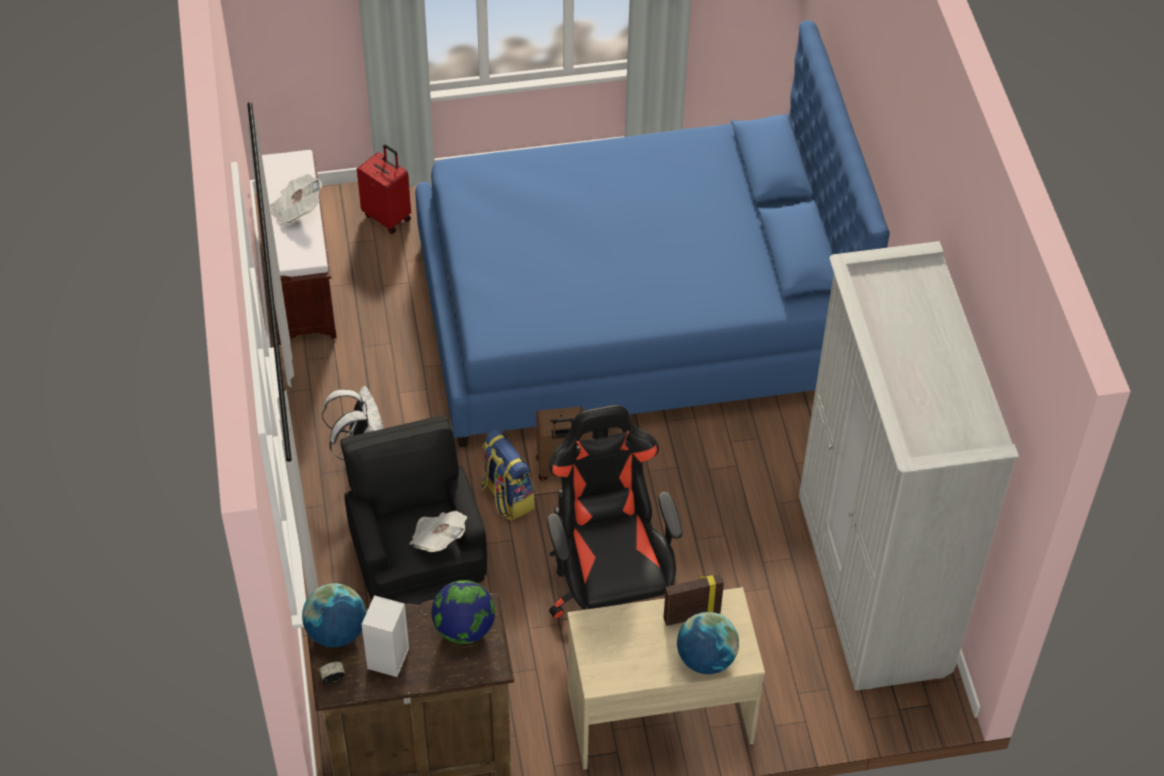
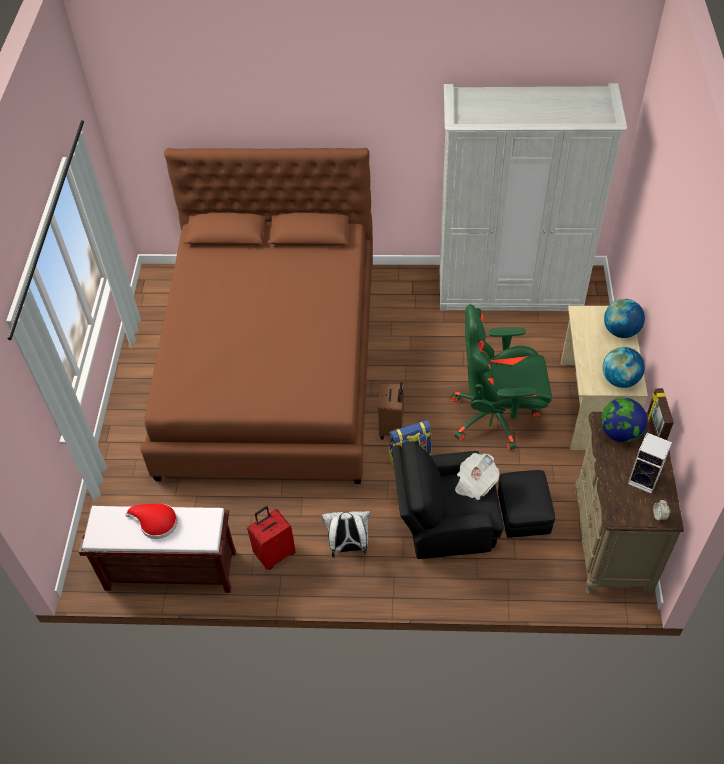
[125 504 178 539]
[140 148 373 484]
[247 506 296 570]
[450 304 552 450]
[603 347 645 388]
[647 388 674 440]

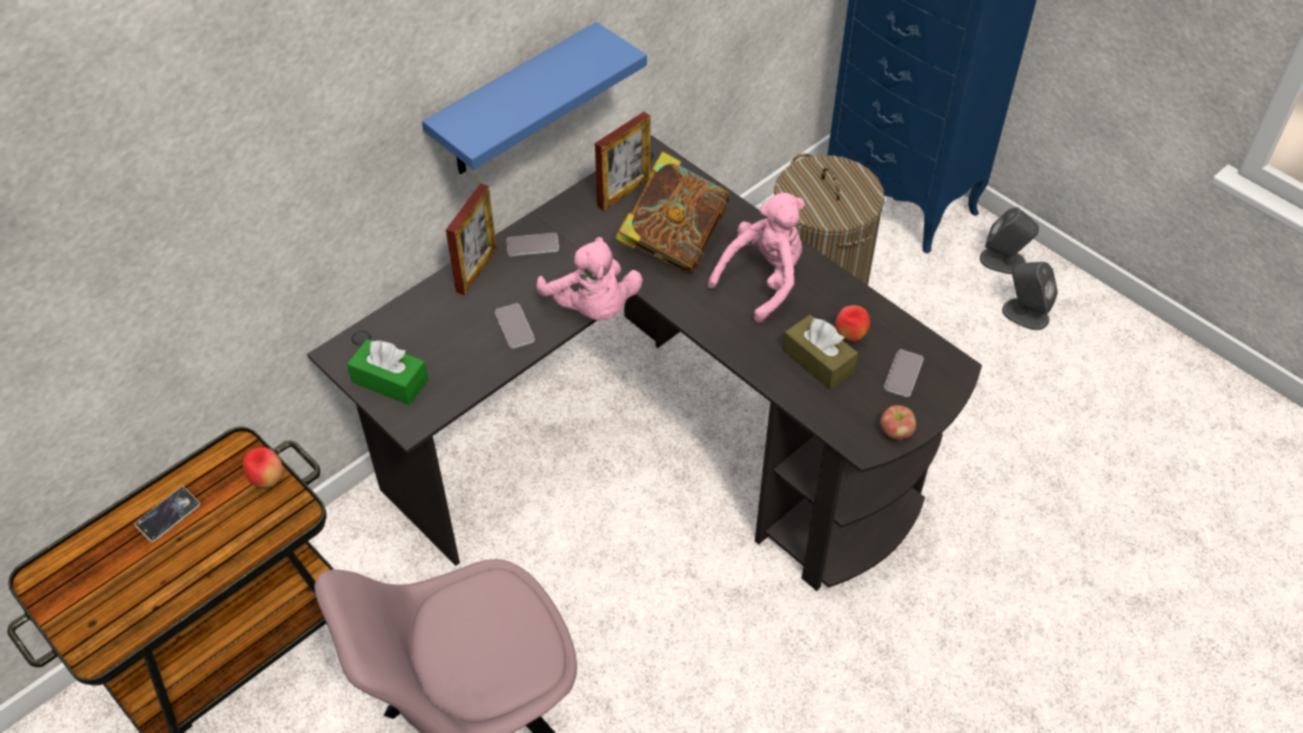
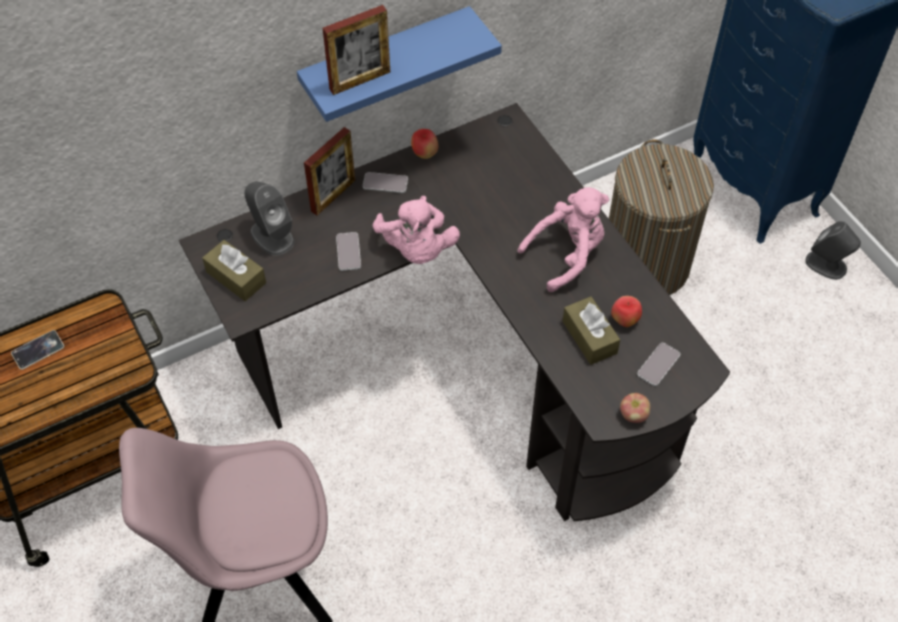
[202 240 266 301]
[244 181 294 256]
[323 5 390 95]
[411 129 439 159]
[615 152 730 273] (first image)

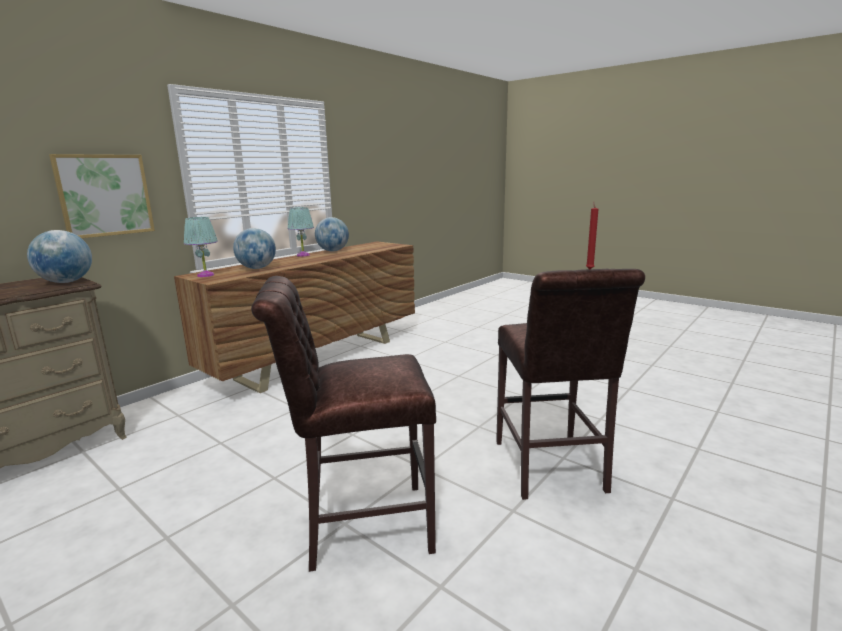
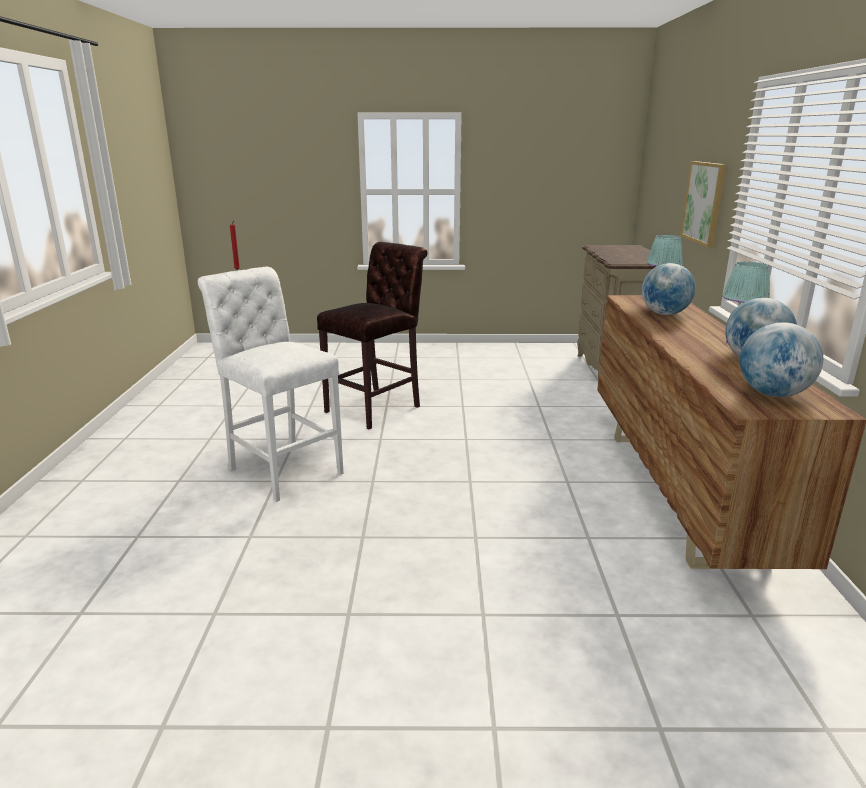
[198 267 343 502]
[740 322 823 397]

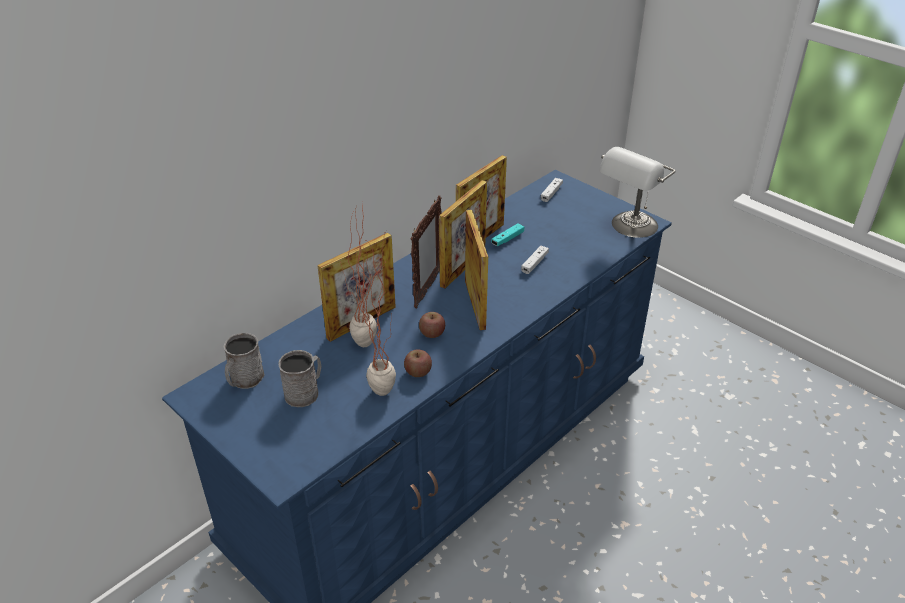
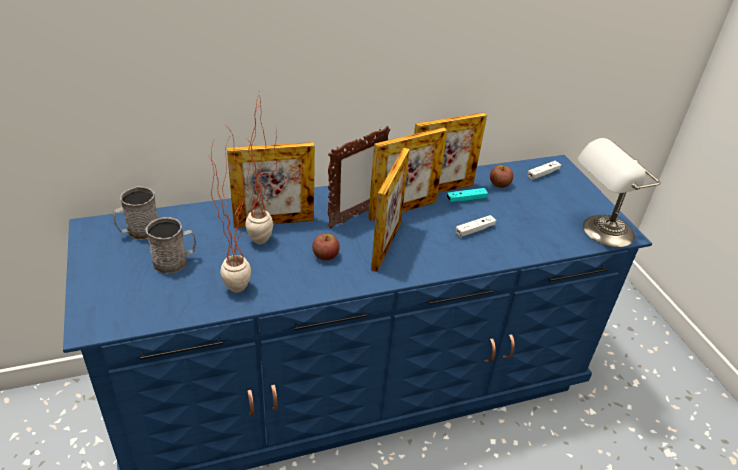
[490 165 513 188]

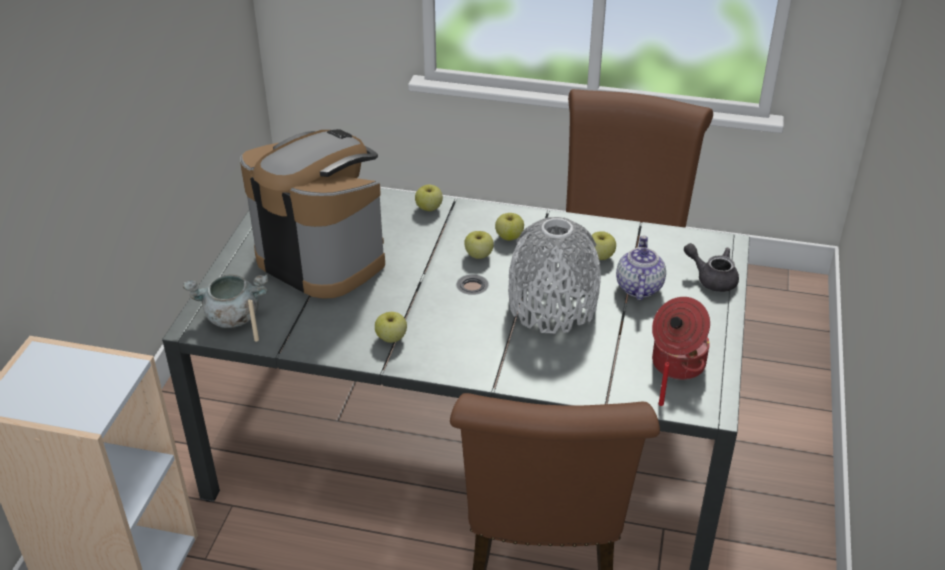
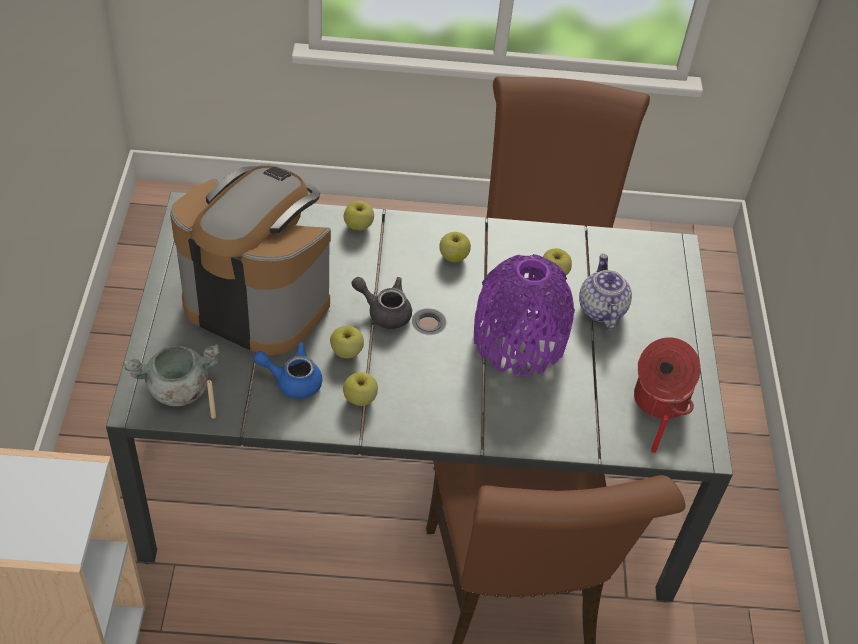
[253 342 322 399]
[330 326 364 358]
[351 277 412 329]
[474 254 575 376]

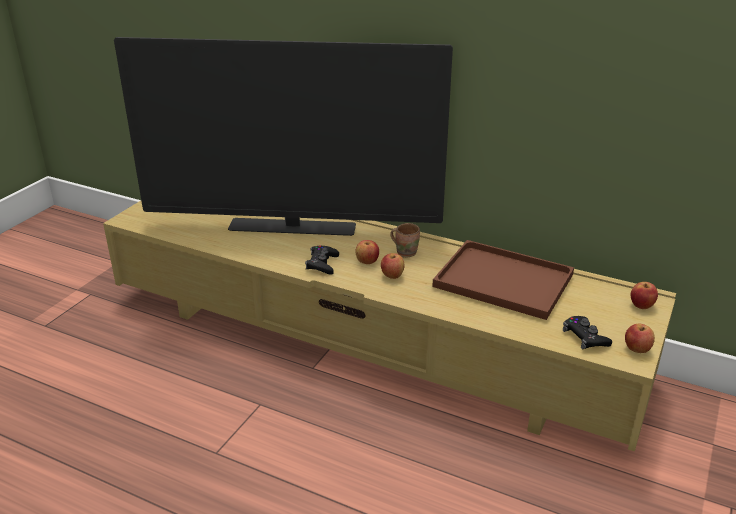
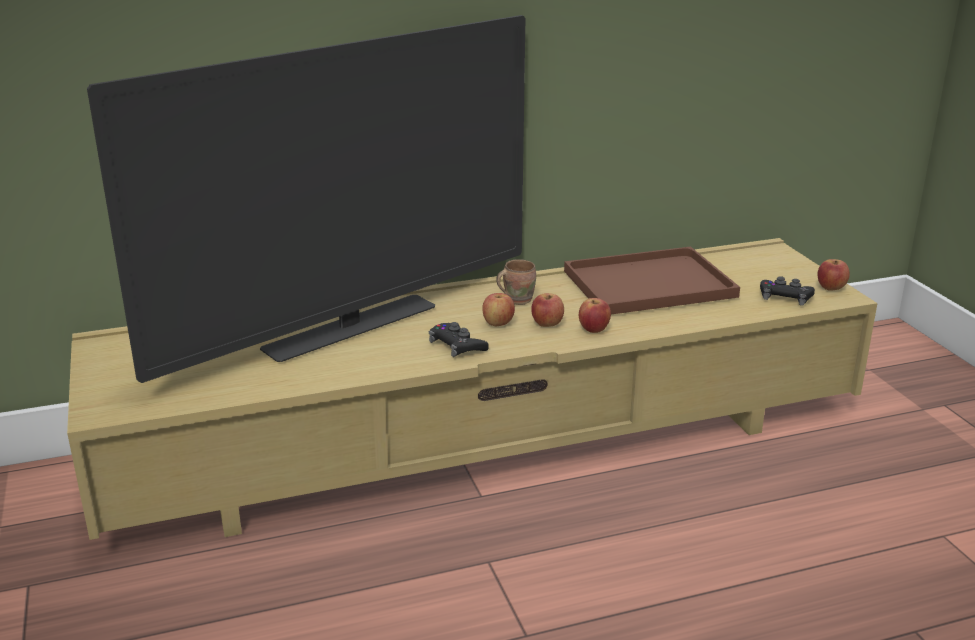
[579 298 611 333]

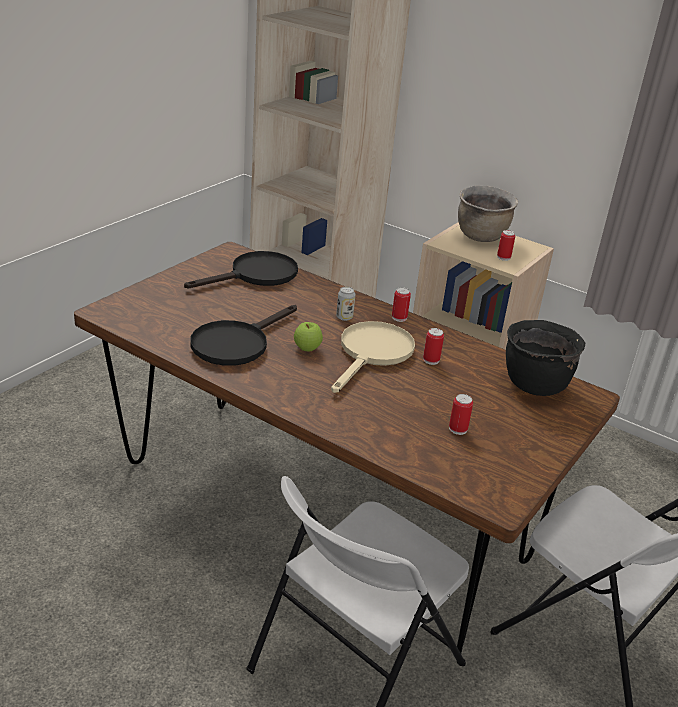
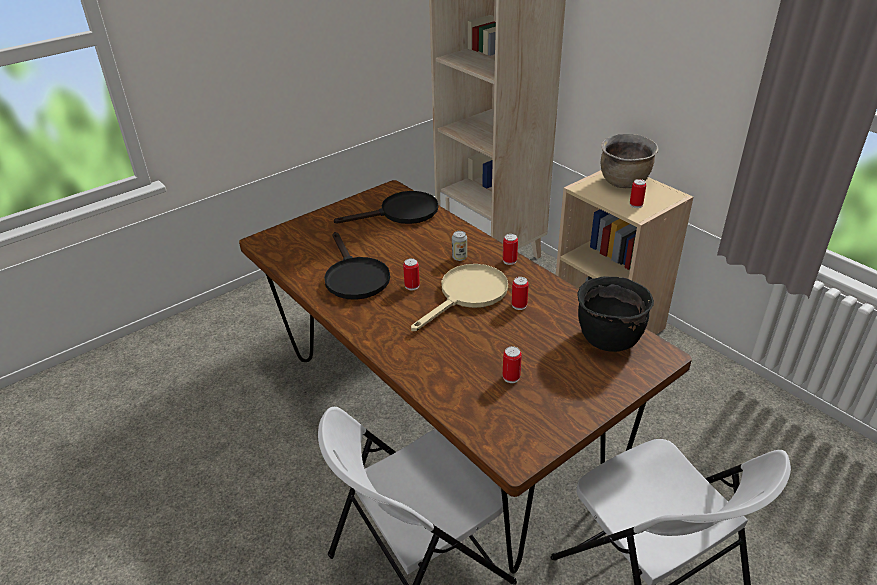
[324 232 390 300]
[403 258 420 290]

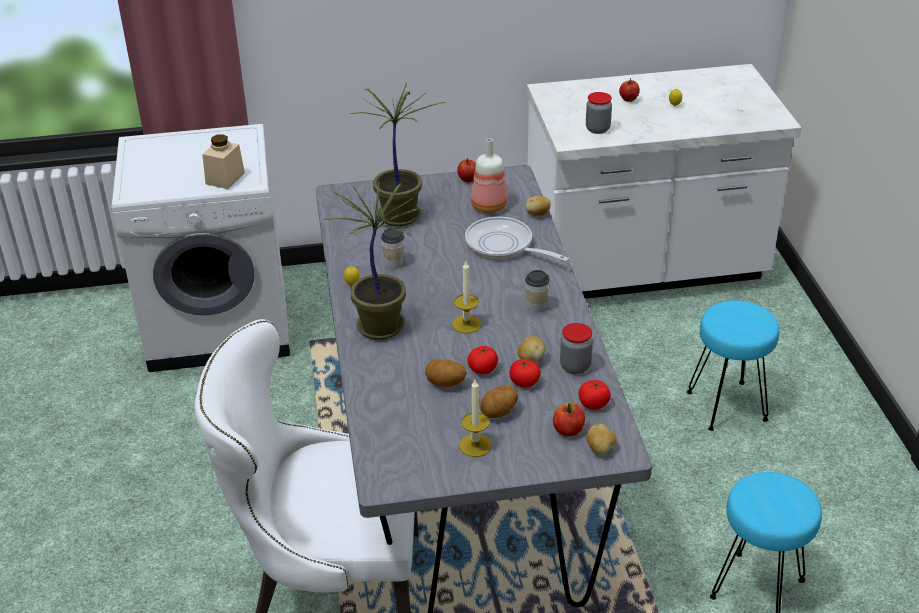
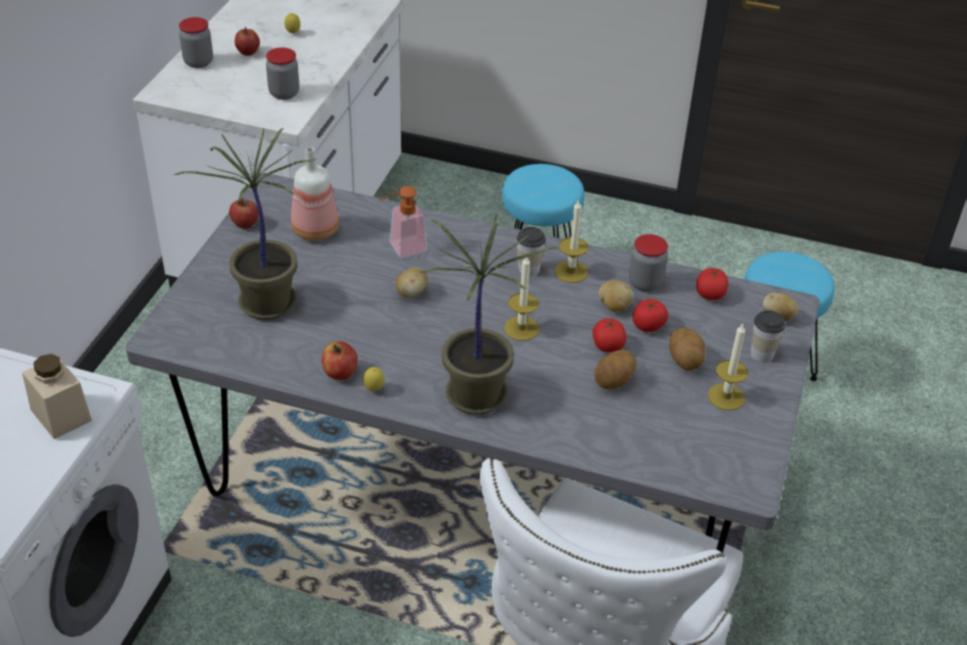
[179 17 213 68]
[322 341 357 380]
[379 186 427 258]
[395 267 427 298]
[555 199 588 283]
[751 310 785 362]

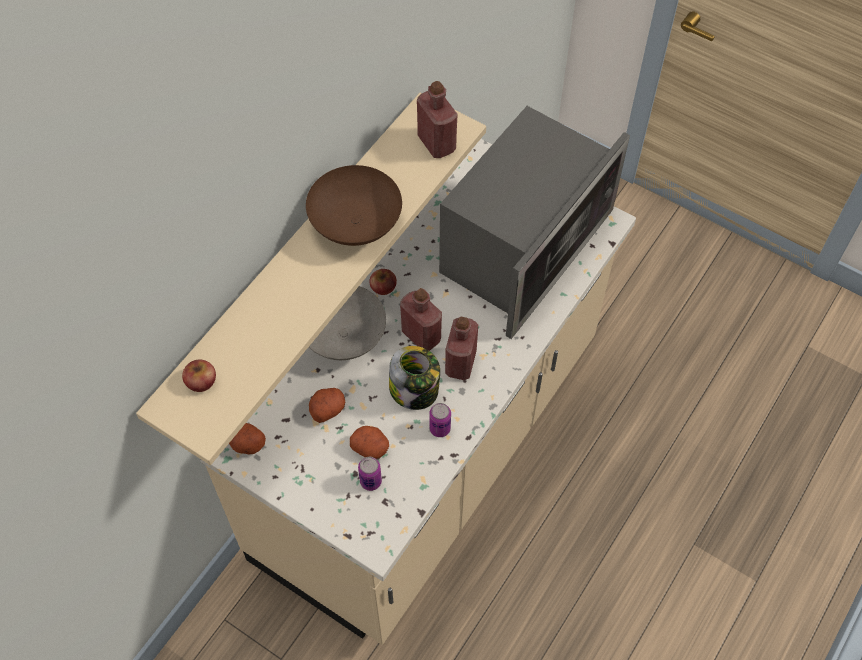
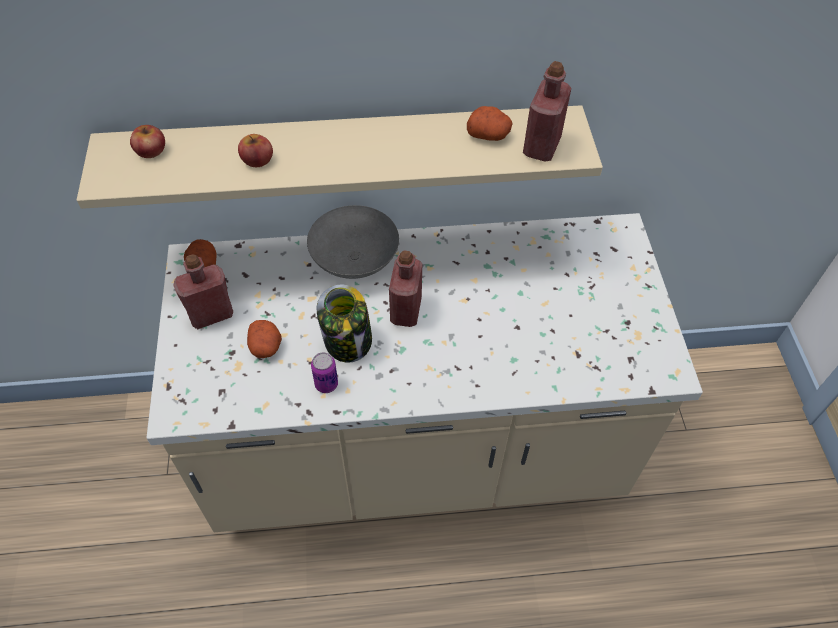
[174 254 233 329]
[238 134 273 167]
[467 106 513 141]
[306 165 402 246] (first image)
[358 457 382 491] (first image)
[439 106 630 339] (first image)

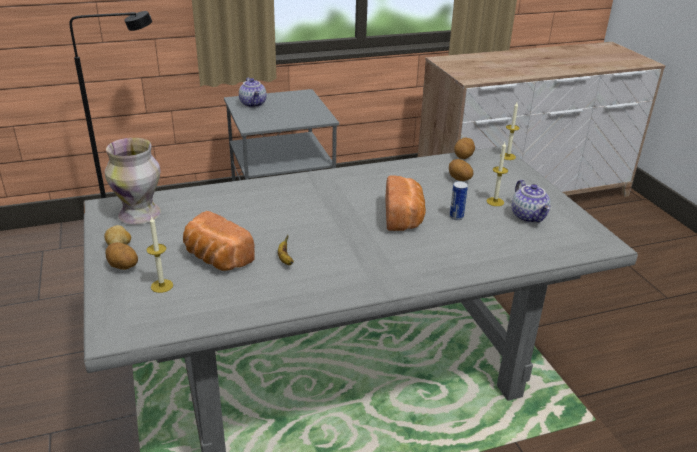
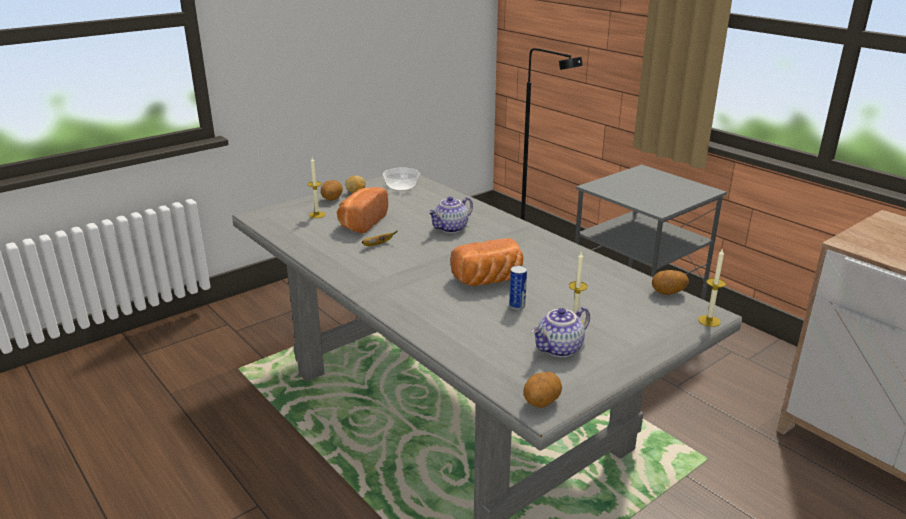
[383 168 420 191]
[428 196 473 233]
[523 372 562 408]

